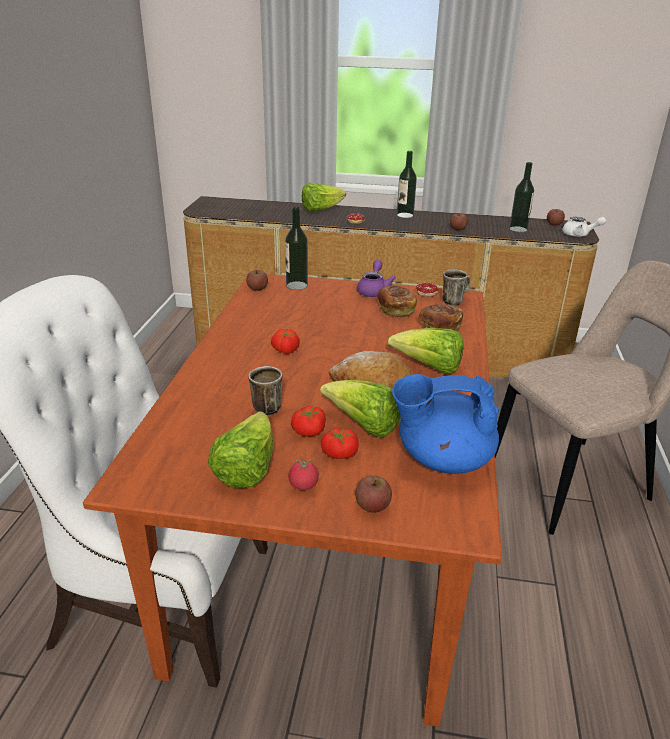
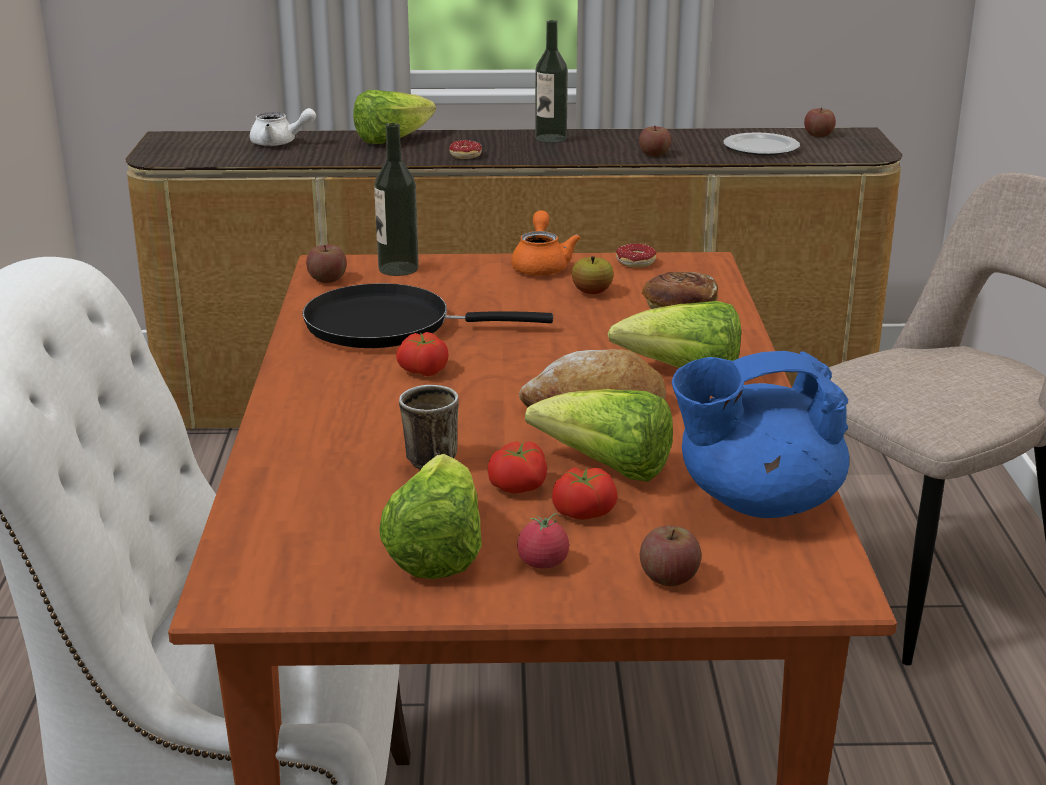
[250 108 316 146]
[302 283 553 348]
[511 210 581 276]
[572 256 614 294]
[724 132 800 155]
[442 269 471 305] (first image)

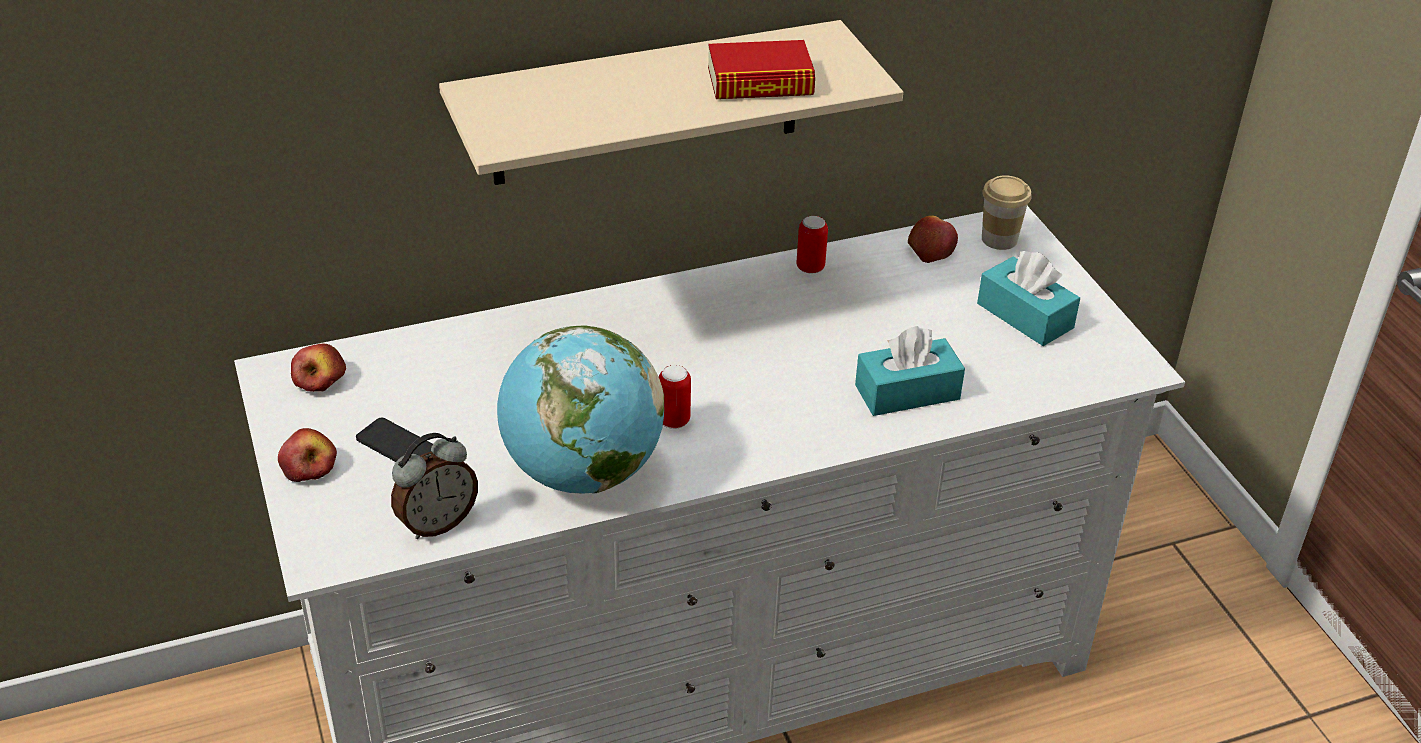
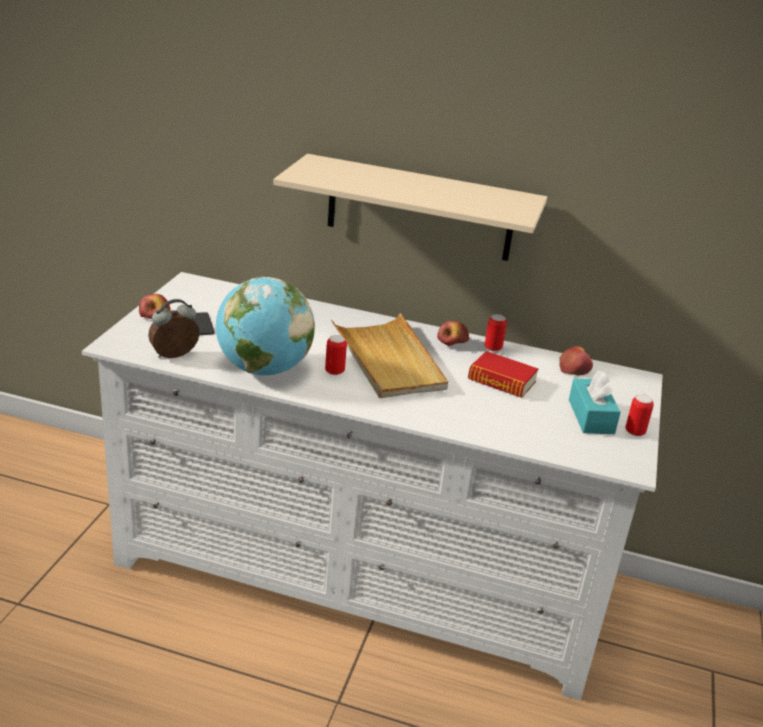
[148 299 200 358]
[331 313 448 398]
[437 321 469 346]
[468 351 538 398]
[625 394 654 436]
[855 326 965 416] (first image)
[982 175 1032 250] (first image)

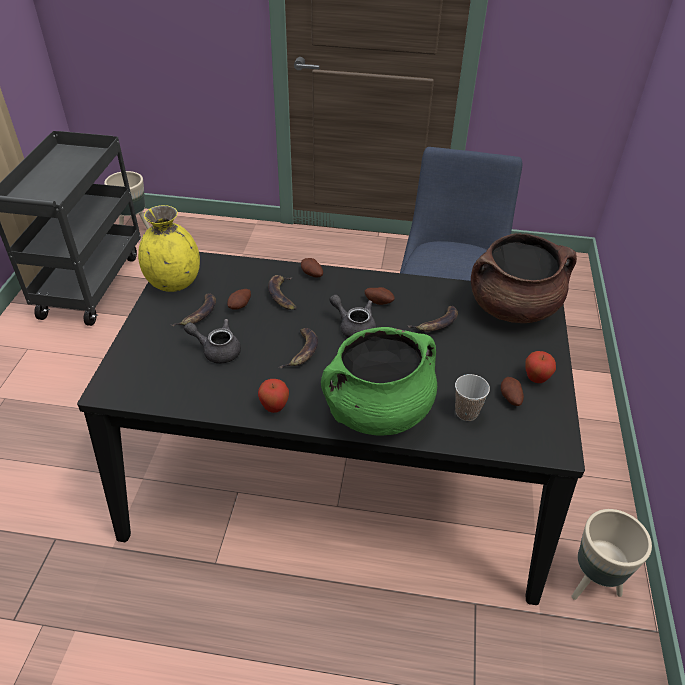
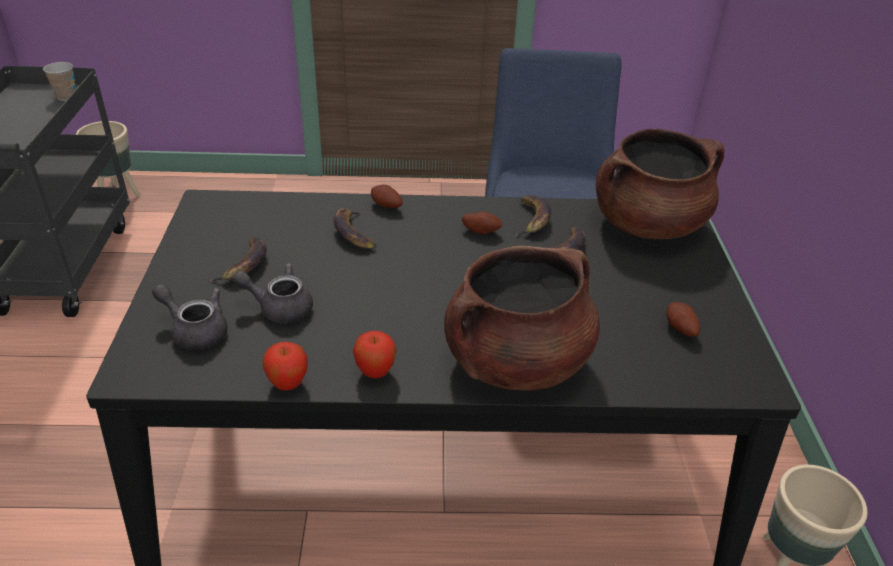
[43 62 76 101]
[152 284 228 350]
[262 342 308 391]
[444 246 600 391]
[513 195 551 237]
[138 205 200 292] (first image)
[227 289 251 310] (first image)

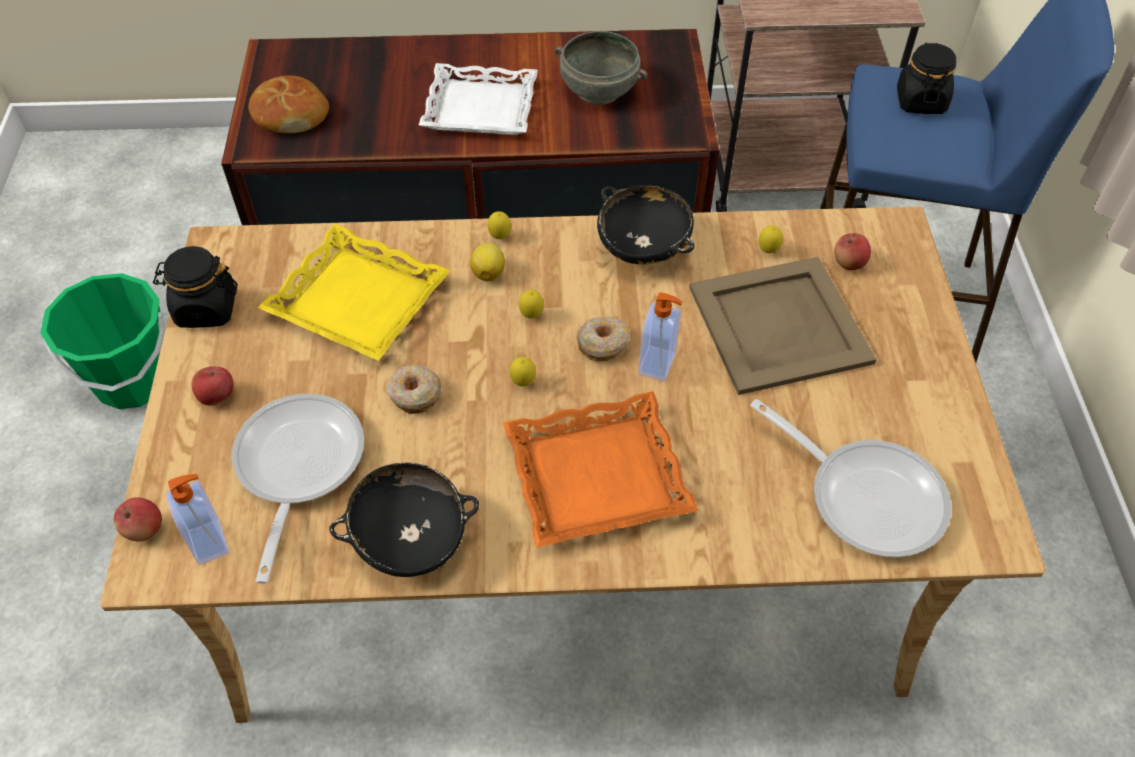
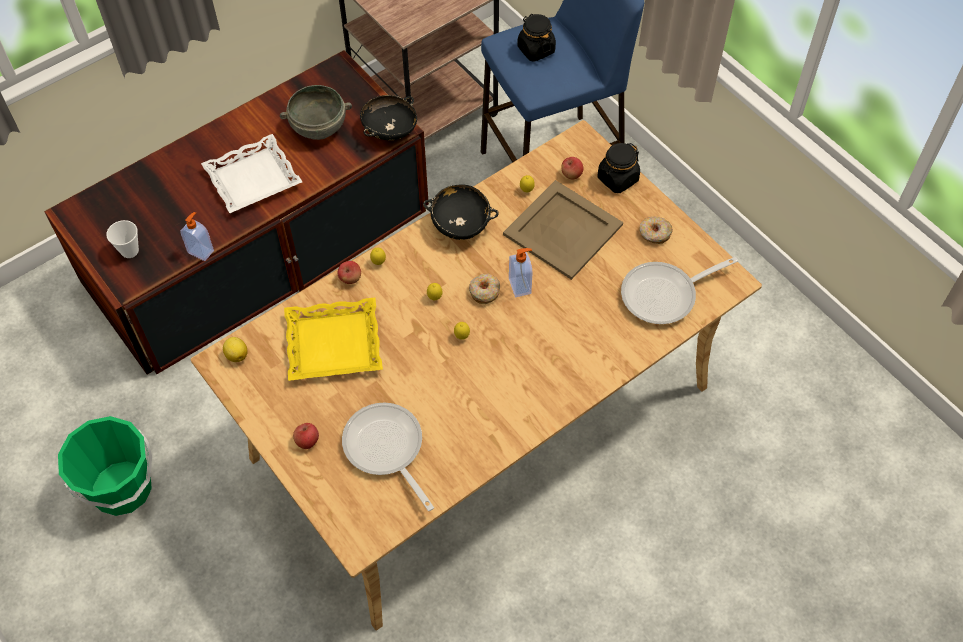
[106 220 139 258]
[180 212 214 261]
[223 337 248 362]
[337 261 361 284]
[360 95 417 140]
[598 143 640 193]
[621 257 738 324]
[639 217 673 244]
[503 391 698 548] (first image)

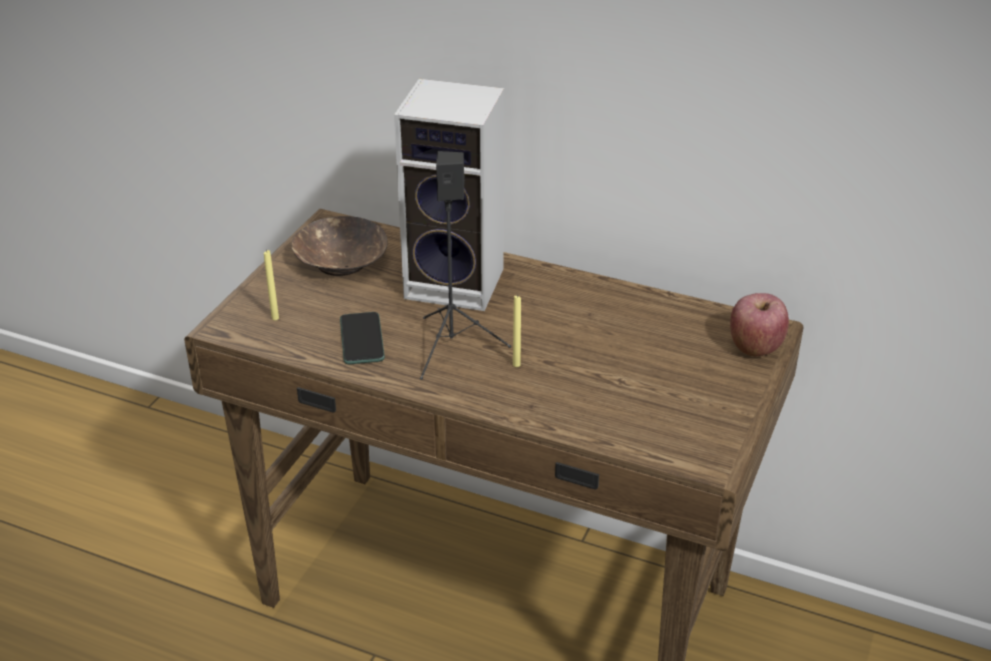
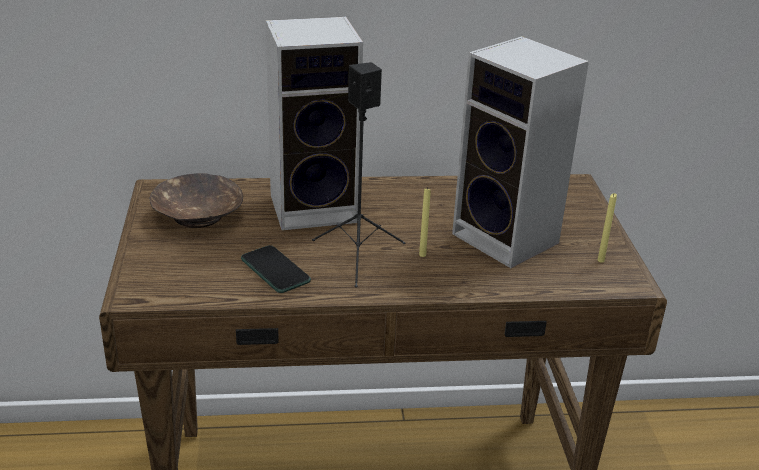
[452 36 589 268]
[598 193 617 262]
[730 293 789 357] (first image)

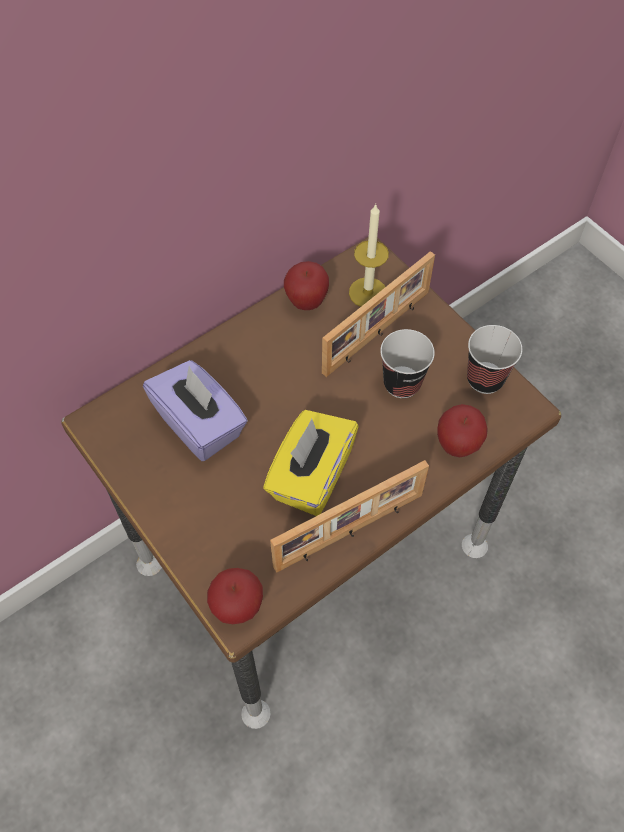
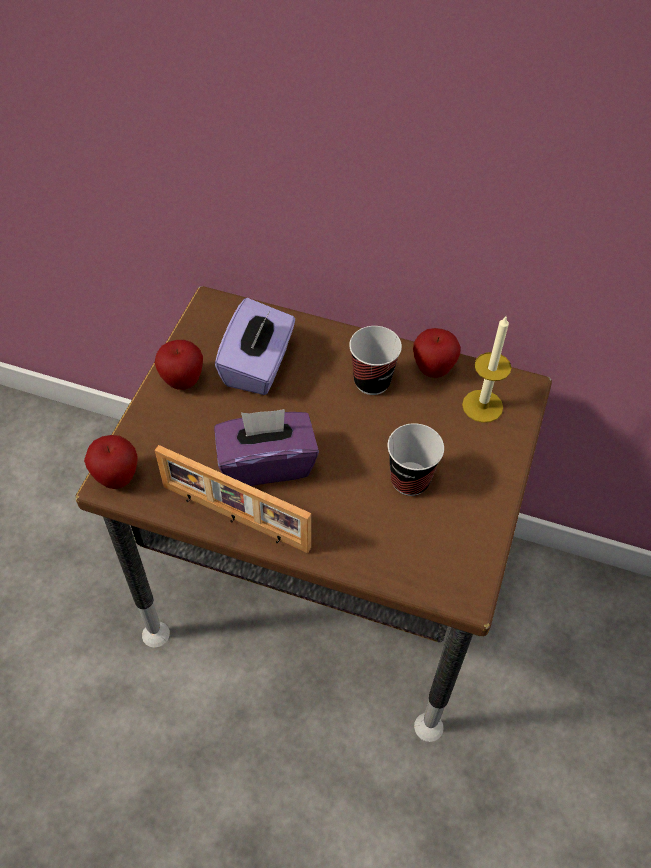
[155 340 203 390]
[214 409 319 486]
[349 326 402 395]
[322 251 435 377] (first image)

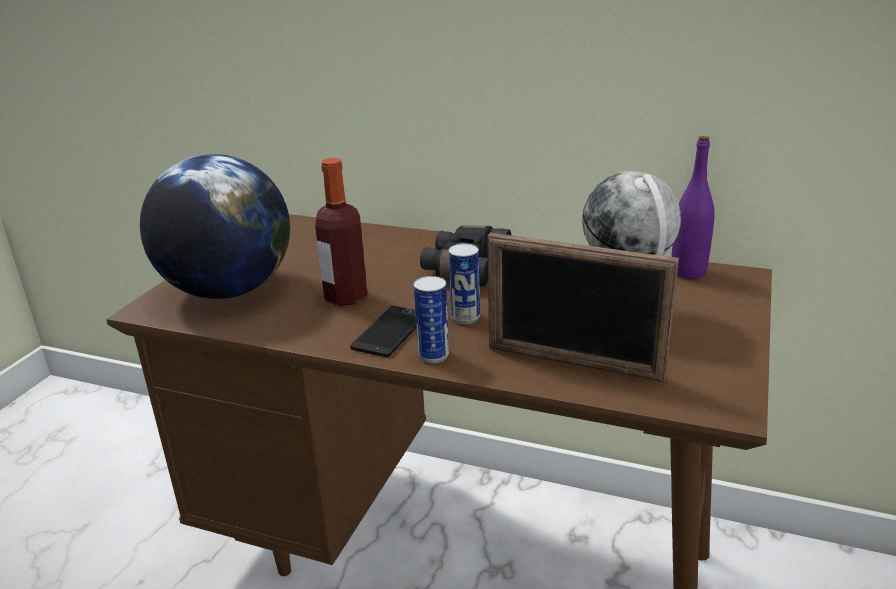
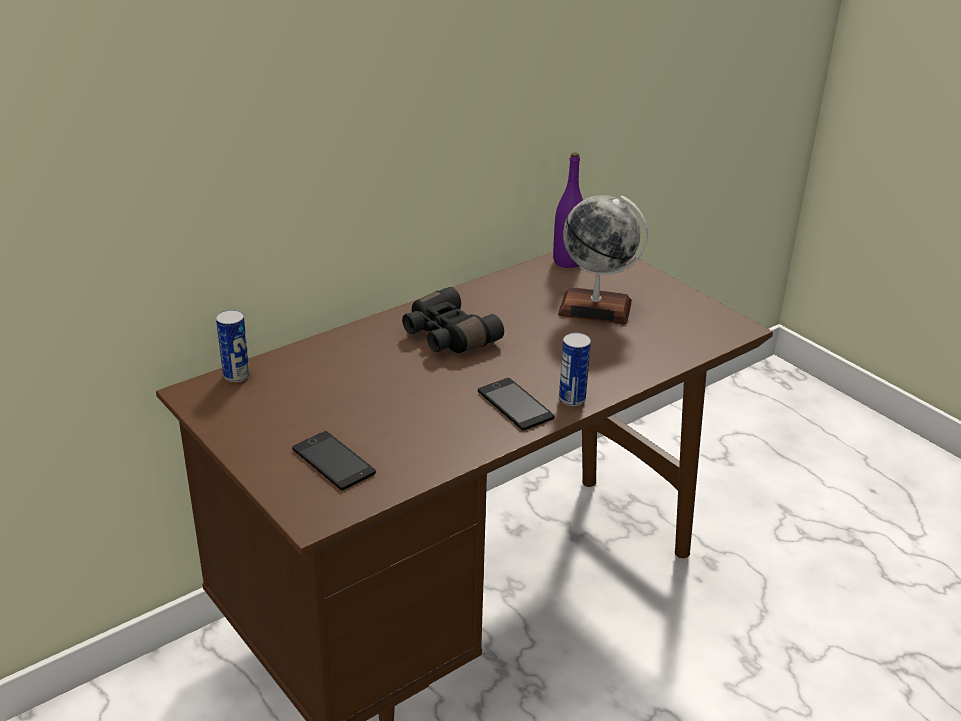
[216 310 250 382]
[292 431 376 490]
[315 158 367 306] (first image)
[487 232 679 382] (first image)

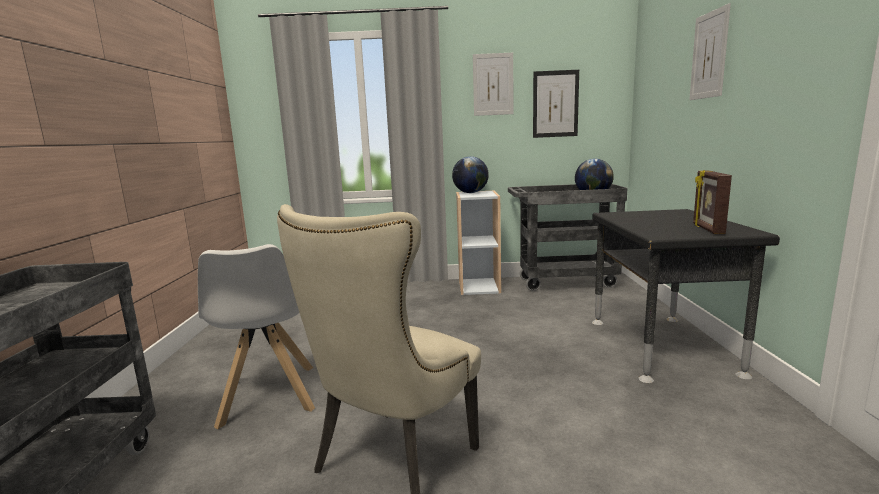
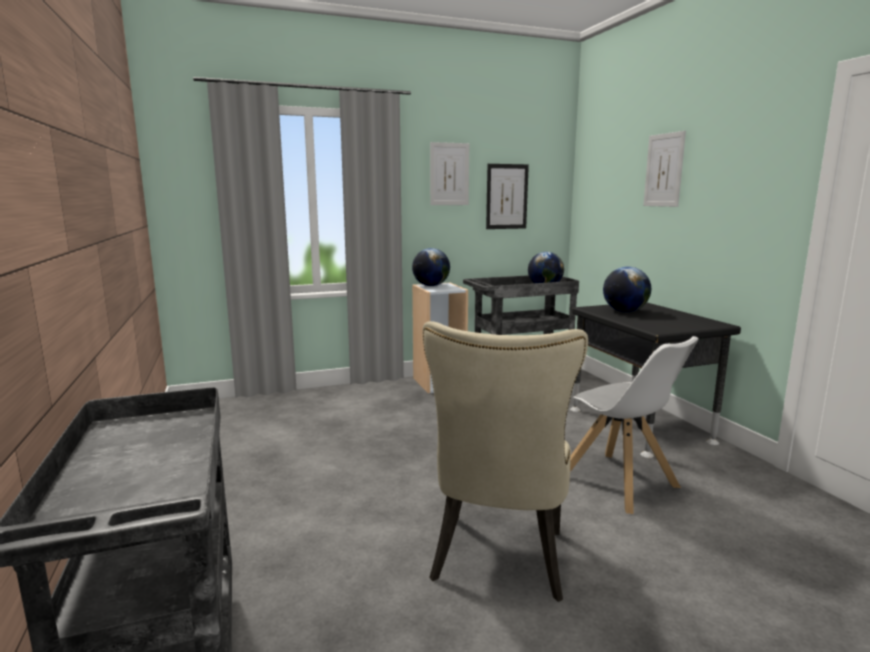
[570 336 699 514]
[603 266 651 312]
[693 170 732 234] (first image)

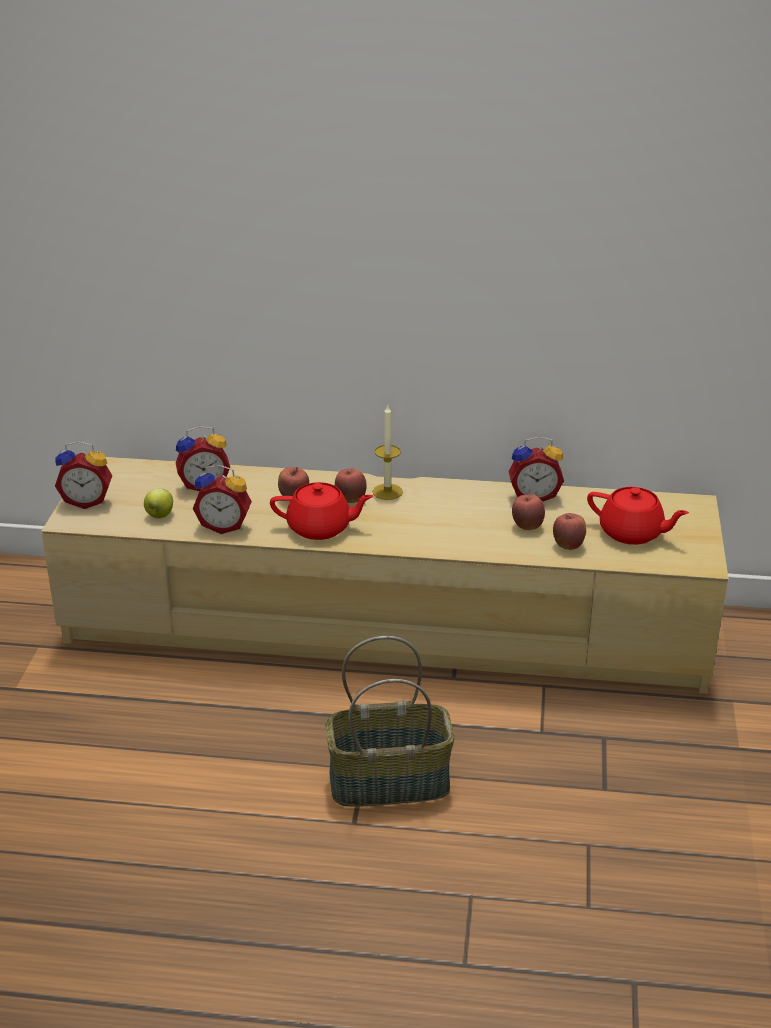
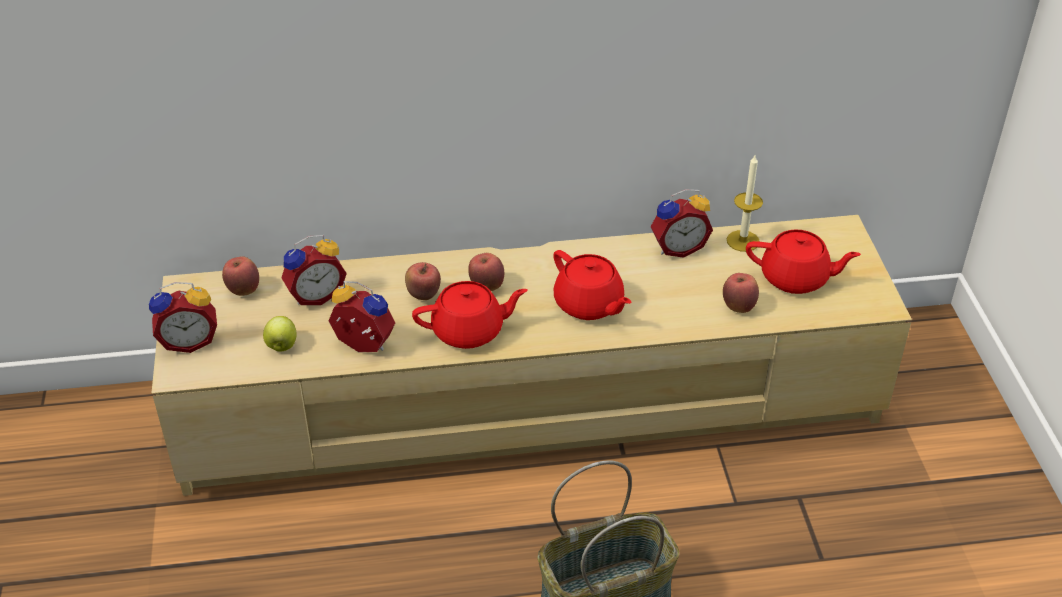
[222 256 259 296]
[329 281 395 352]
[553 250 632 320]
[727 155 763 252]

